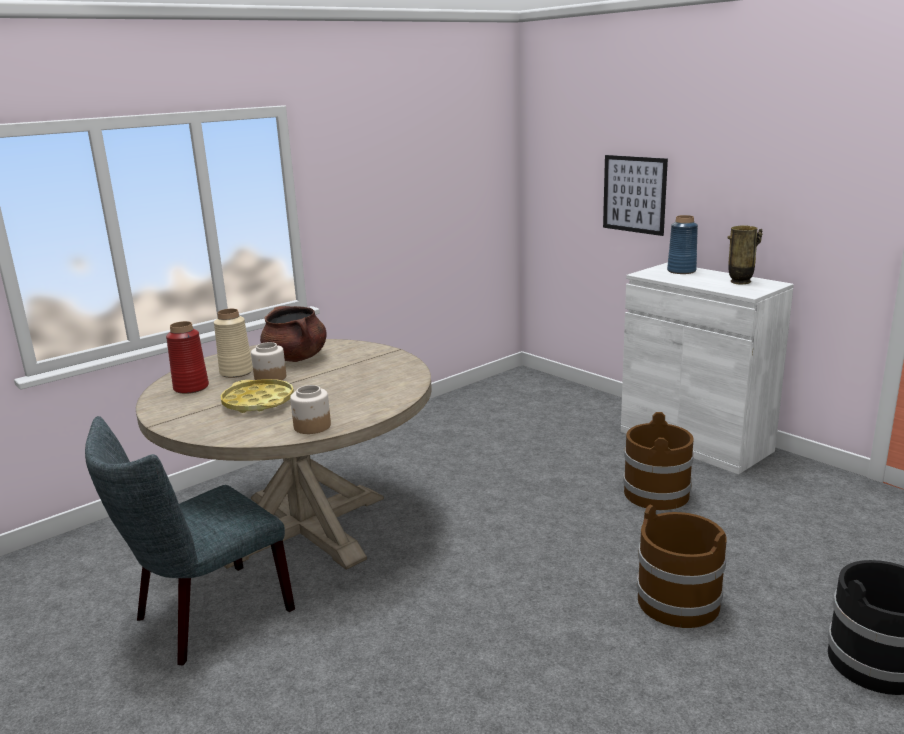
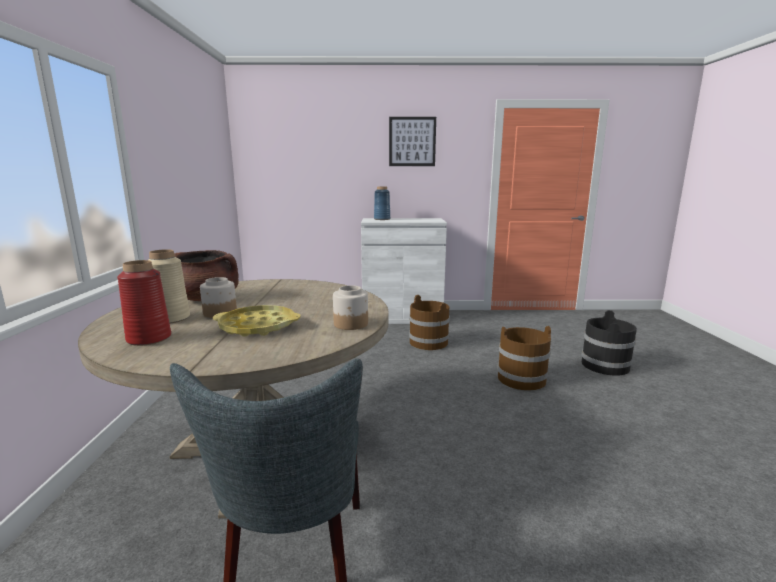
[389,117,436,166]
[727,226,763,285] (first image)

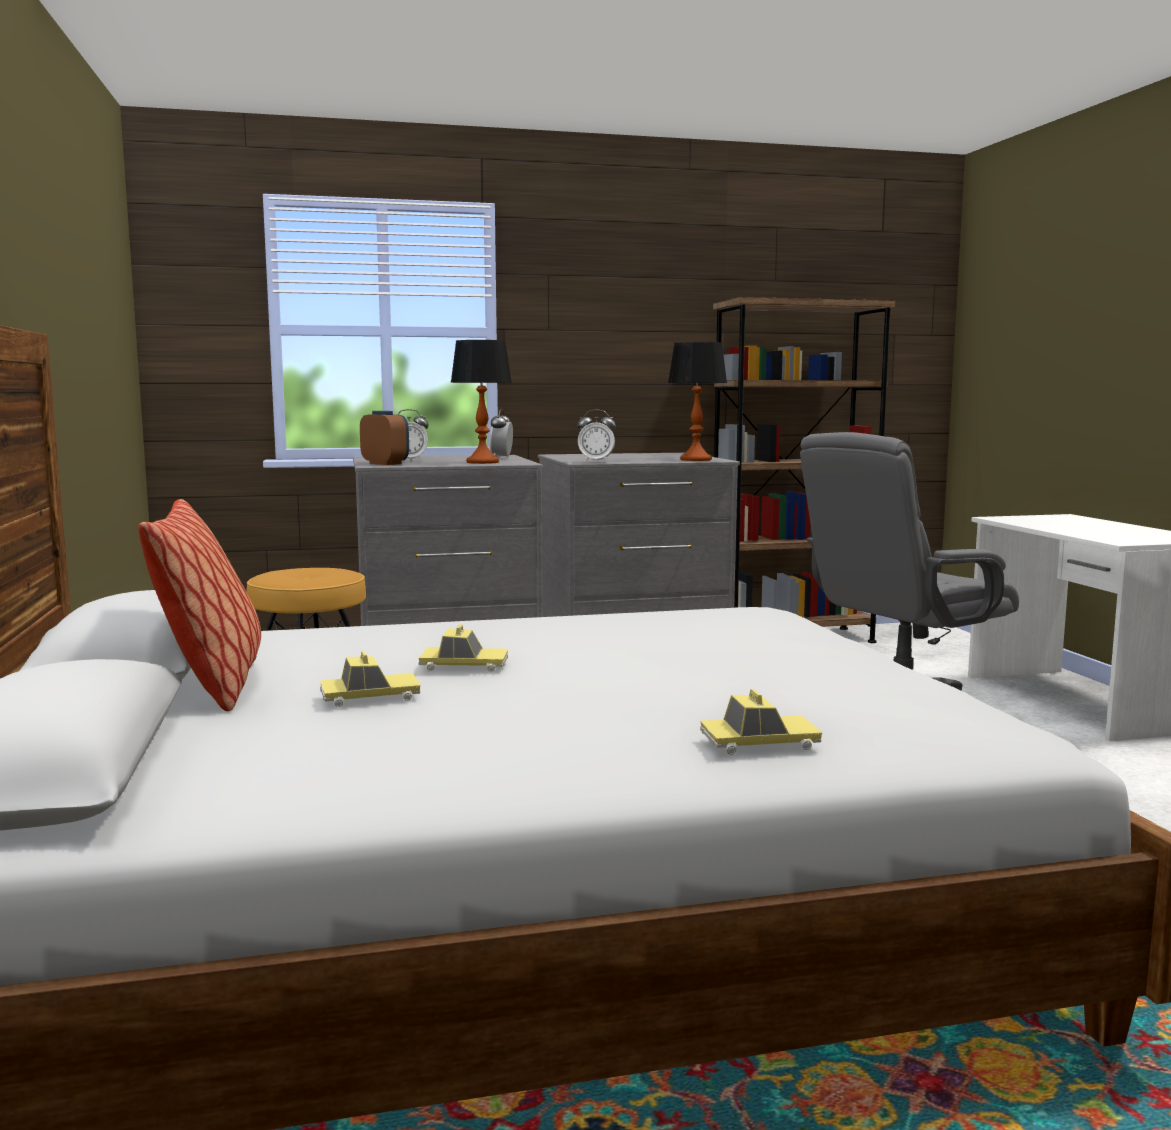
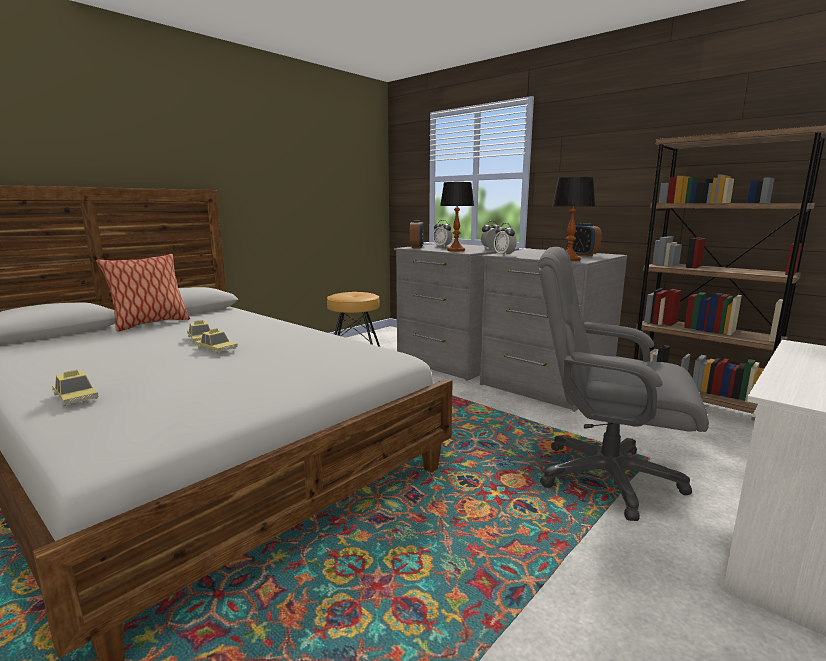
[195,328,238,353]
[566,223,602,257]

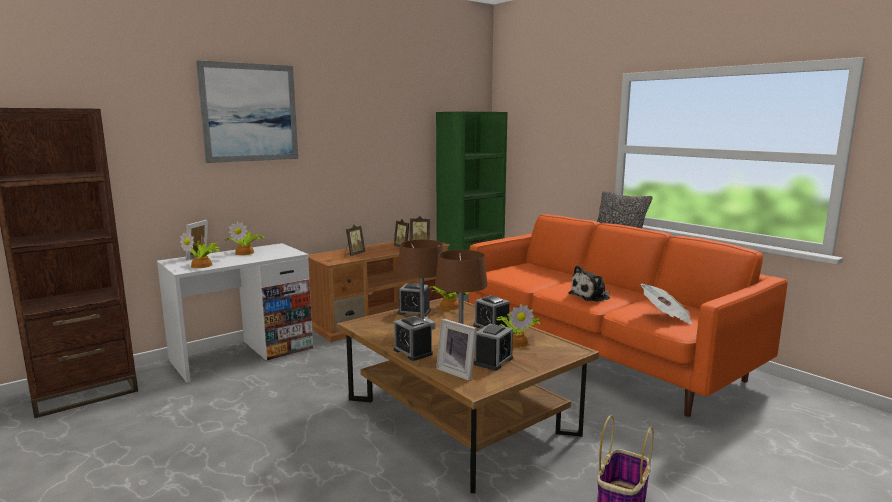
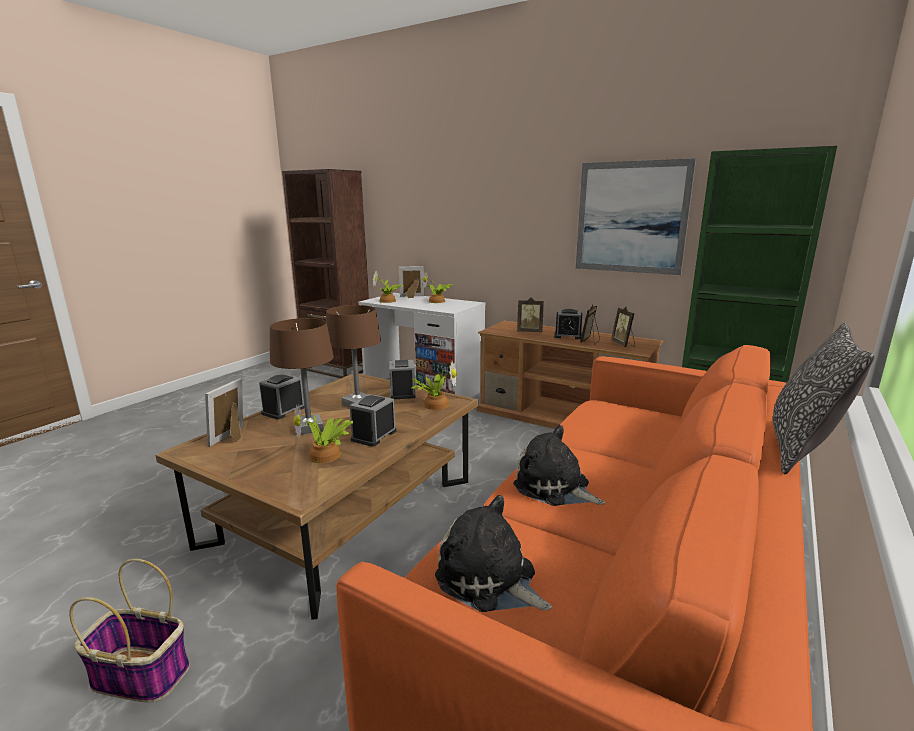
[576,158,696,275]
[435,495,552,612]
[554,309,582,339]

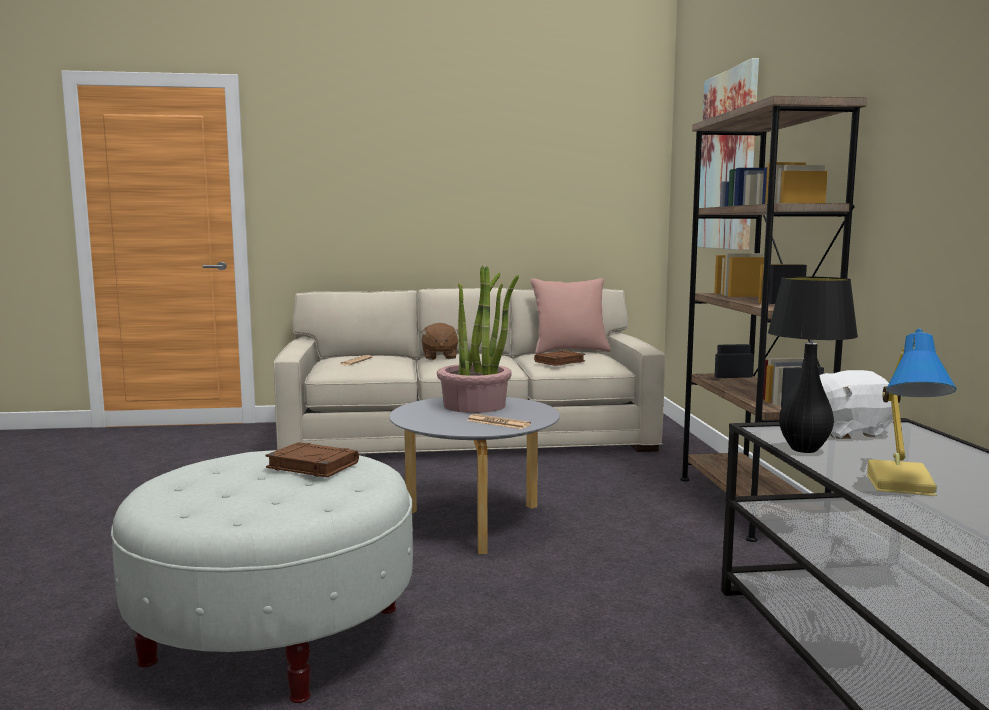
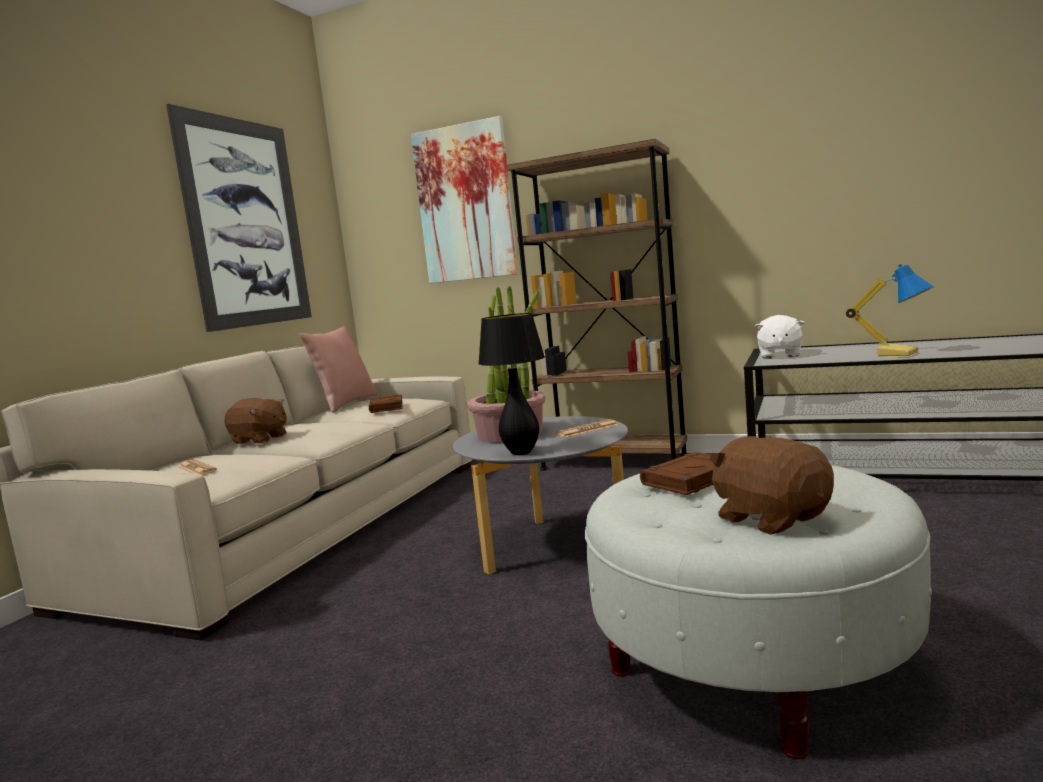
[478,313,545,455]
[166,104,312,332]
[709,436,834,535]

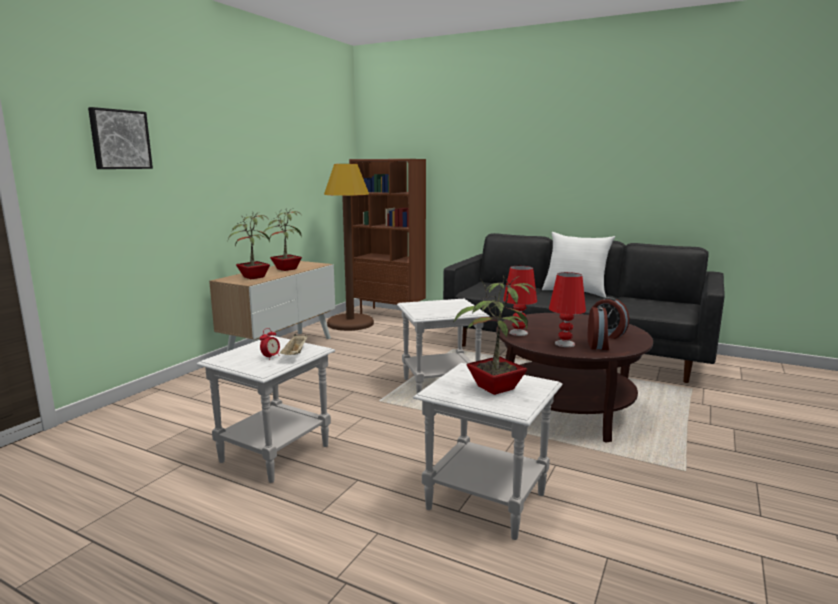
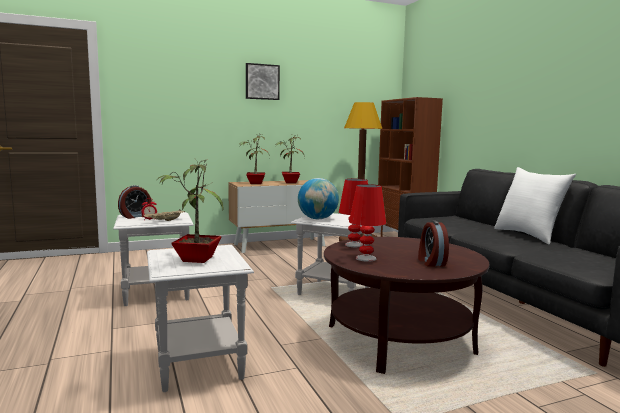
[246,63,280,100]
[118,185,152,219]
[298,178,339,219]

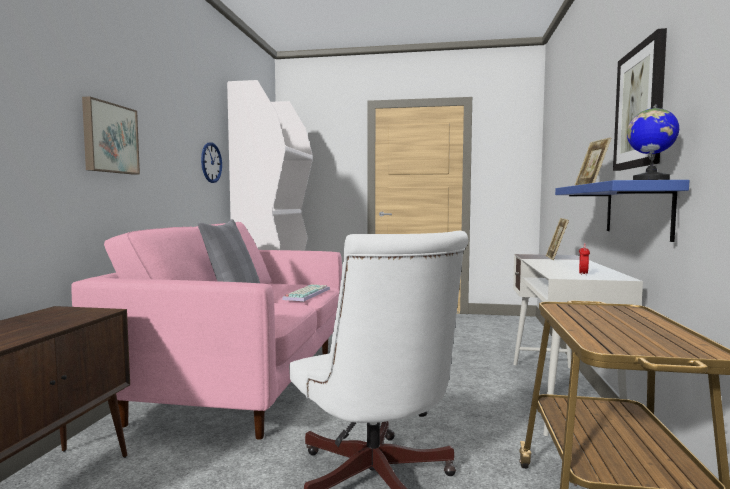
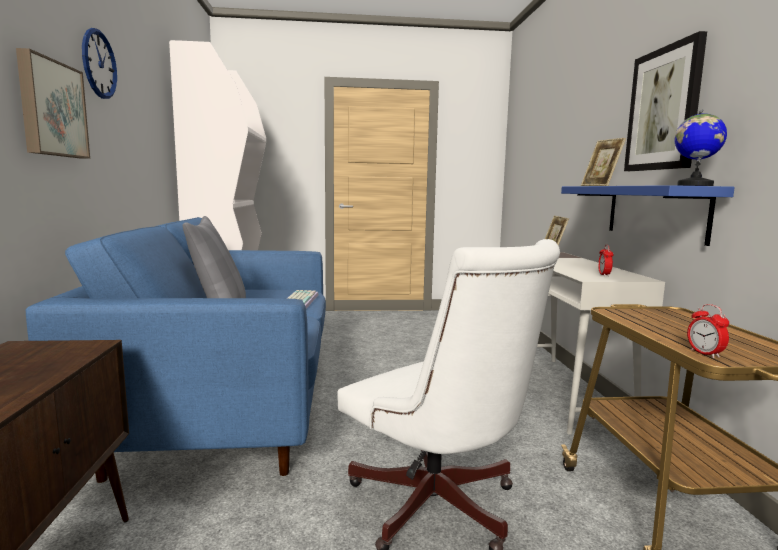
[82,28,117,99]
[26,217,326,483]
[687,304,729,358]

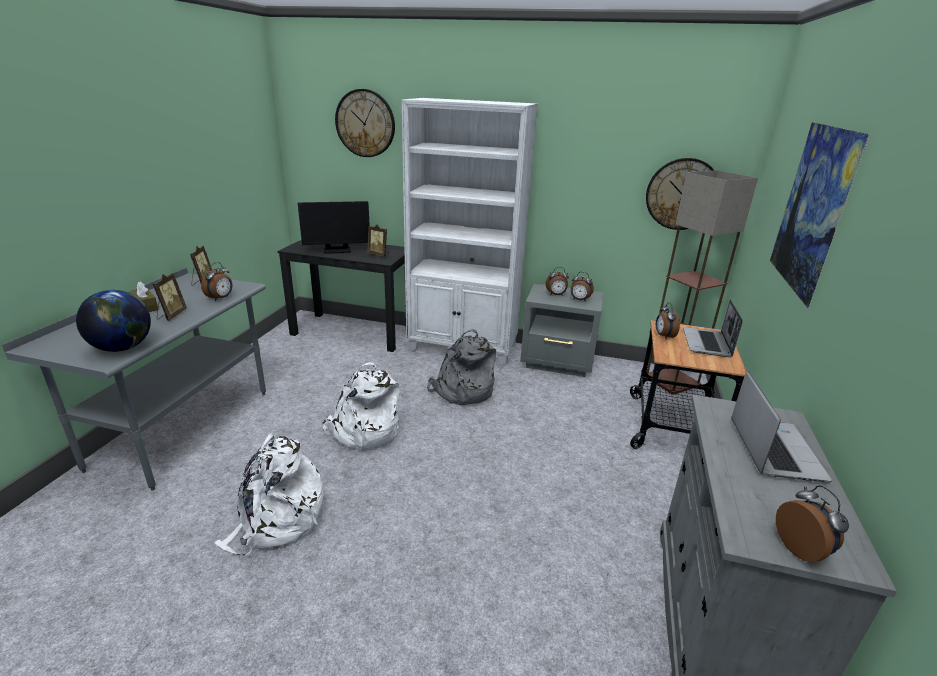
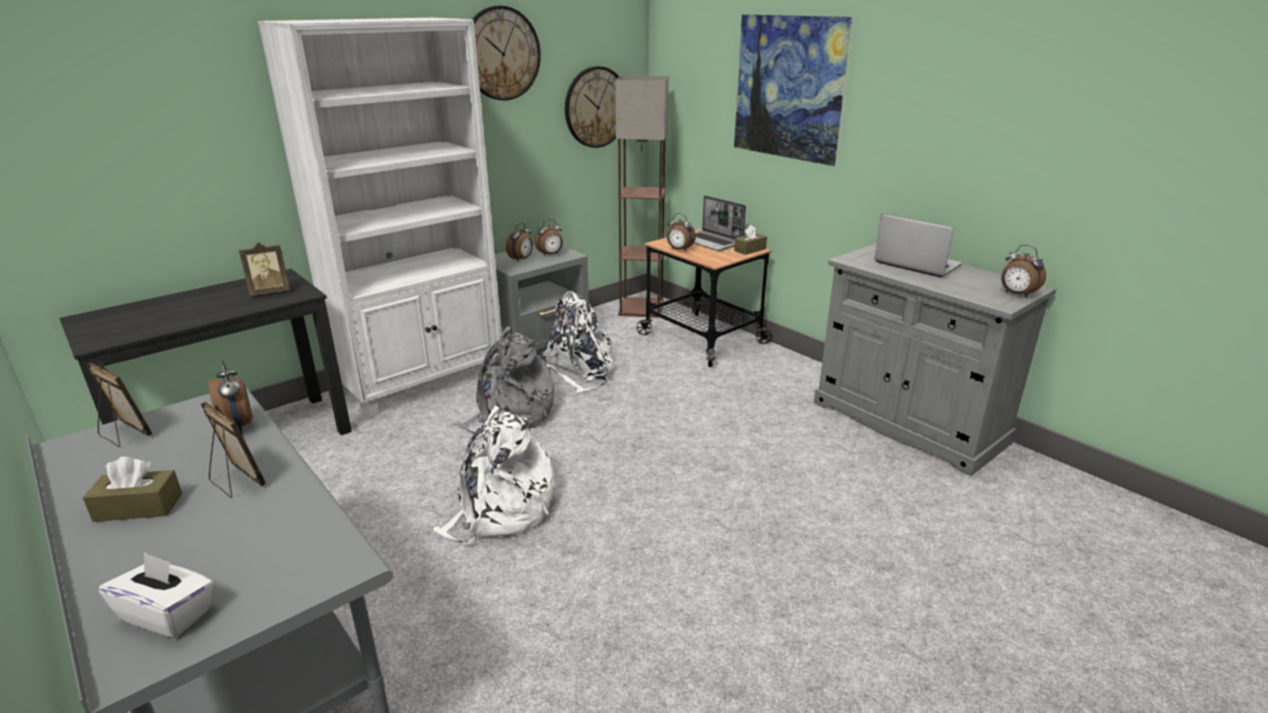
[473,6,541,100]
[298,201,370,254] (first image)
[76,290,151,352] (first image)
[540,291,615,393]
[1001,245,1046,298]
[734,225,767,255]
[99,552,213,638]

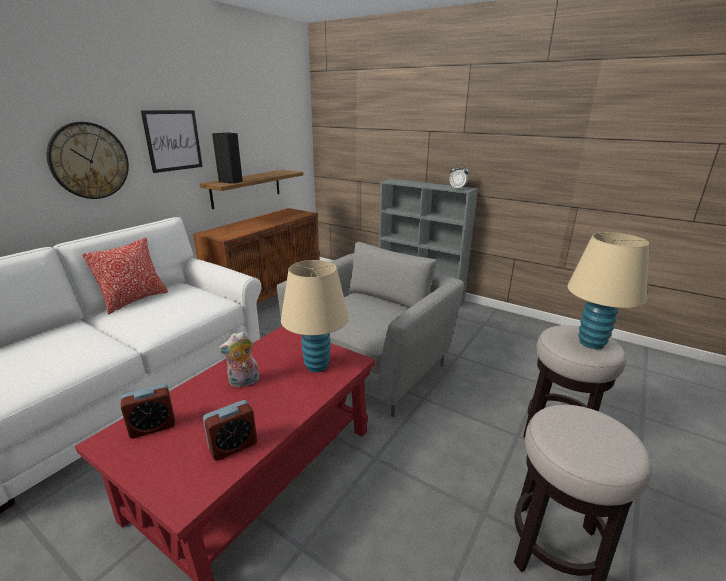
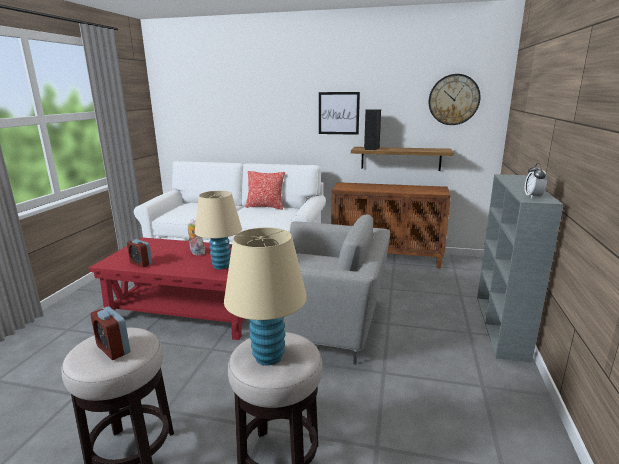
[429,74,480,125]
[90,307,131,360]

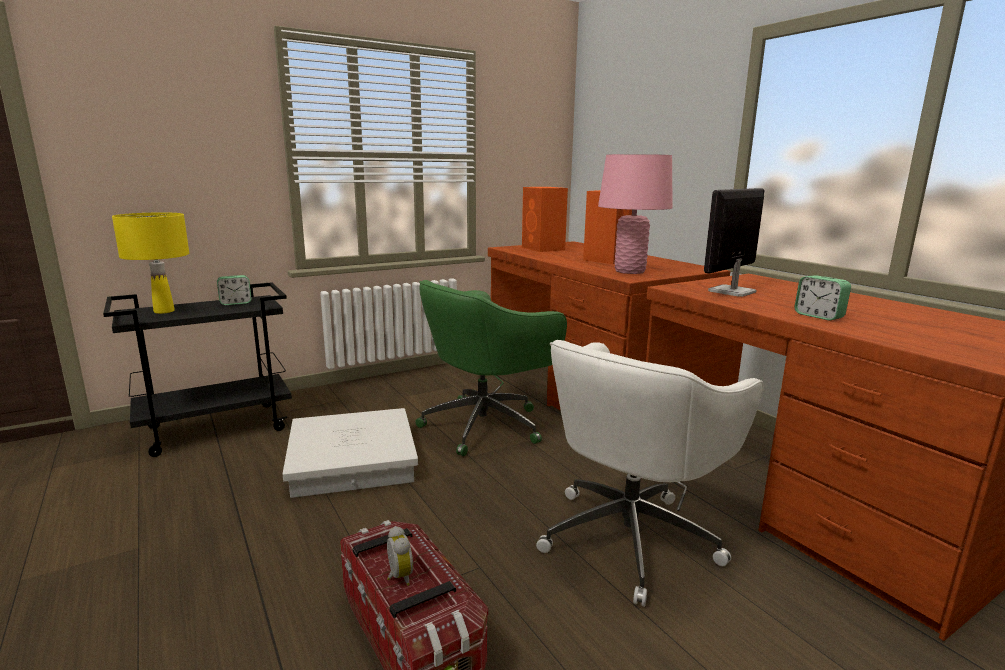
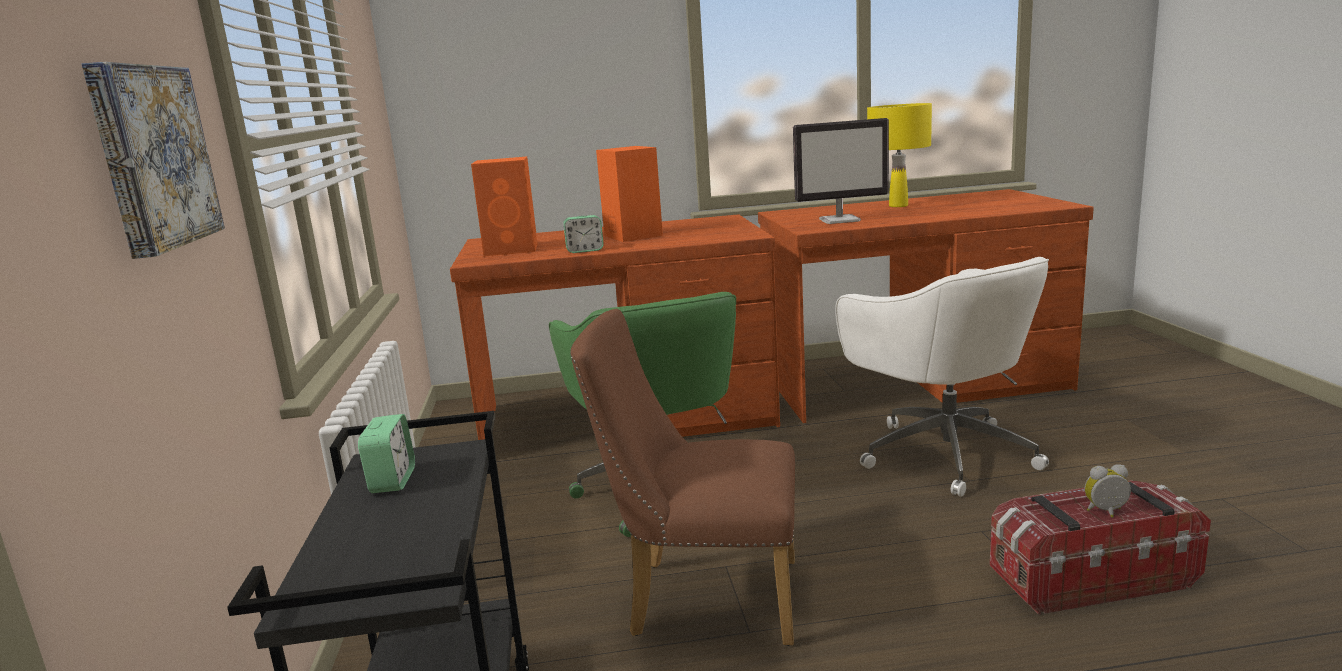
[598,154,673,274] (first image)
[793,118,889,224]
[867,103,932,207]
[563,215,604,253]
[570,309,795,646]
[82,62,225,259]

